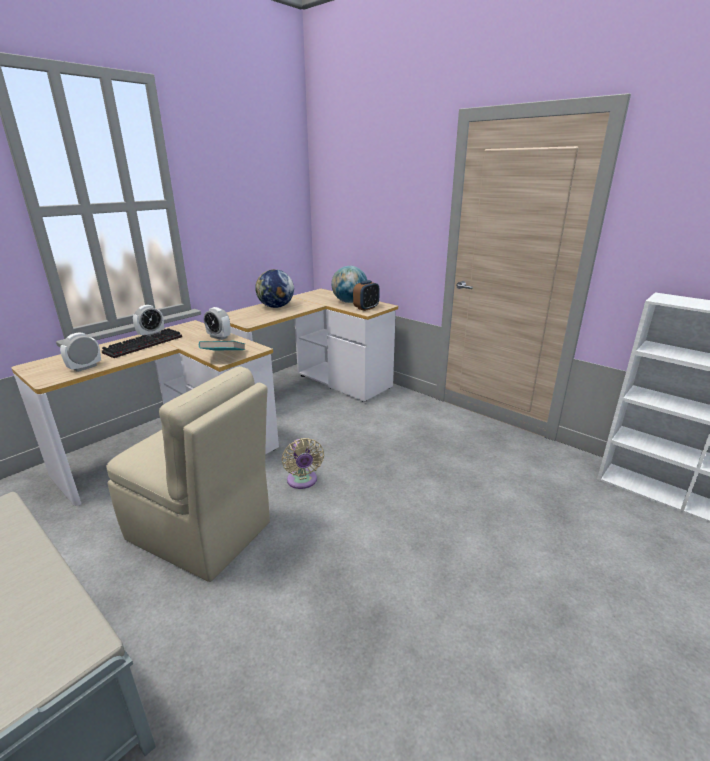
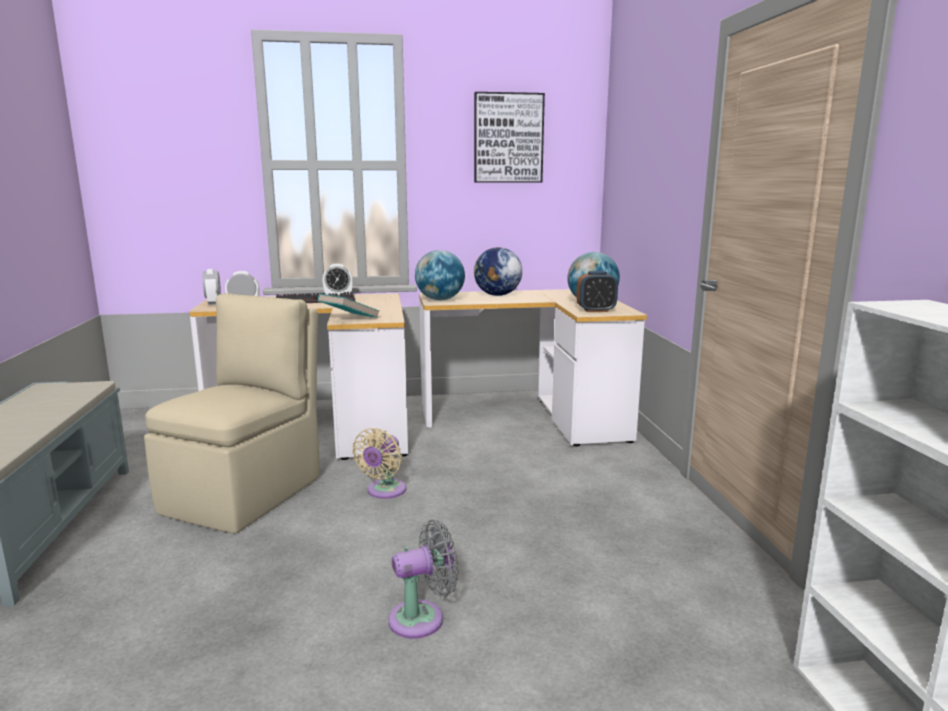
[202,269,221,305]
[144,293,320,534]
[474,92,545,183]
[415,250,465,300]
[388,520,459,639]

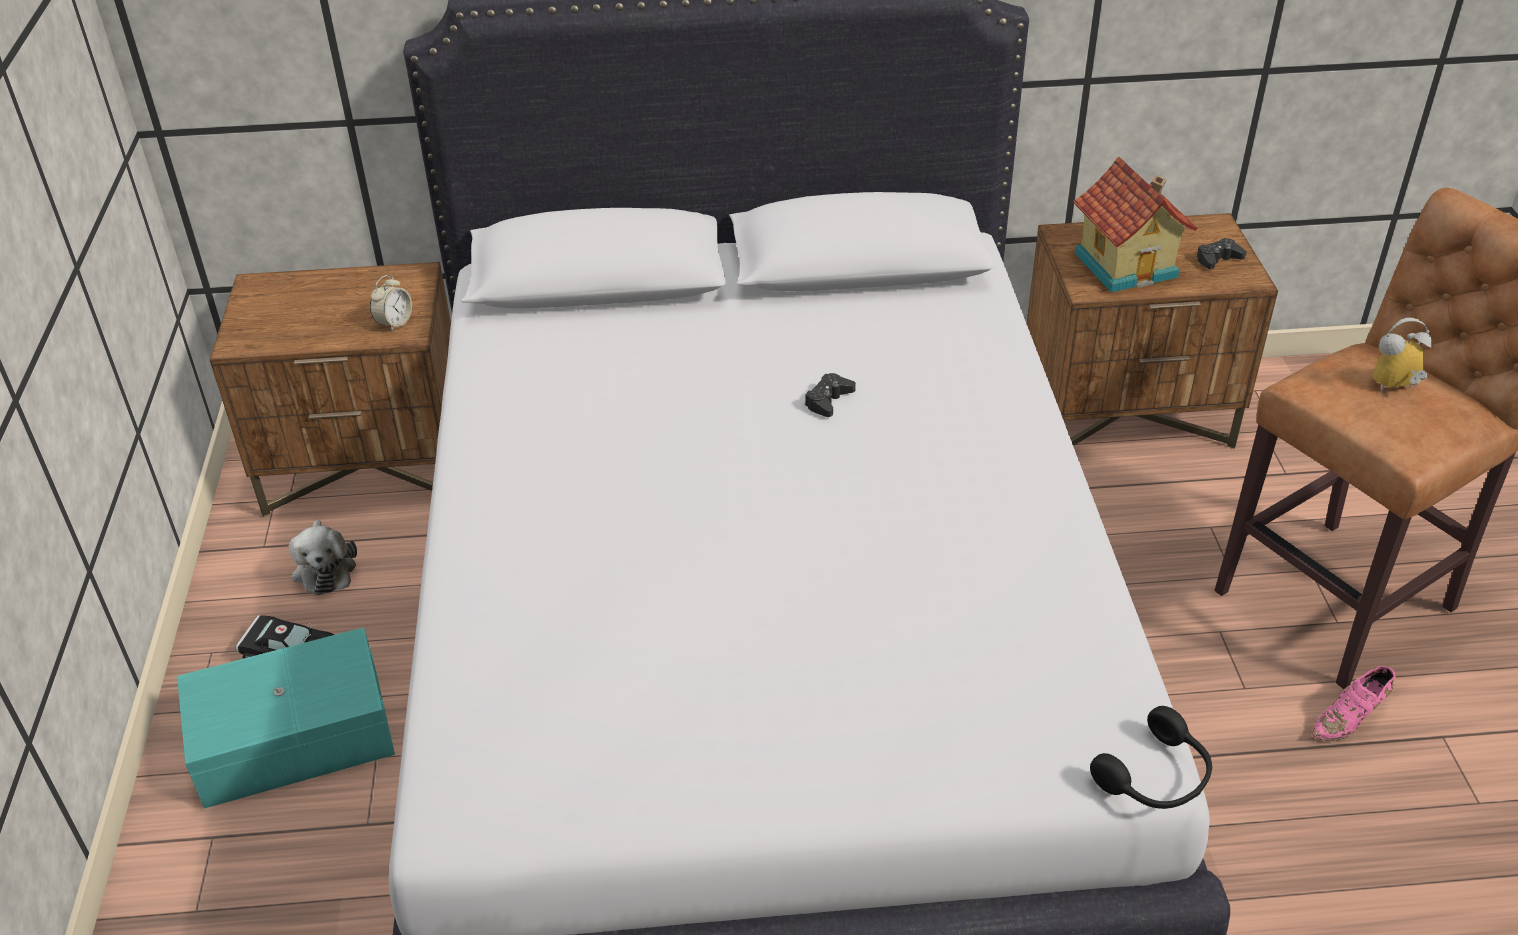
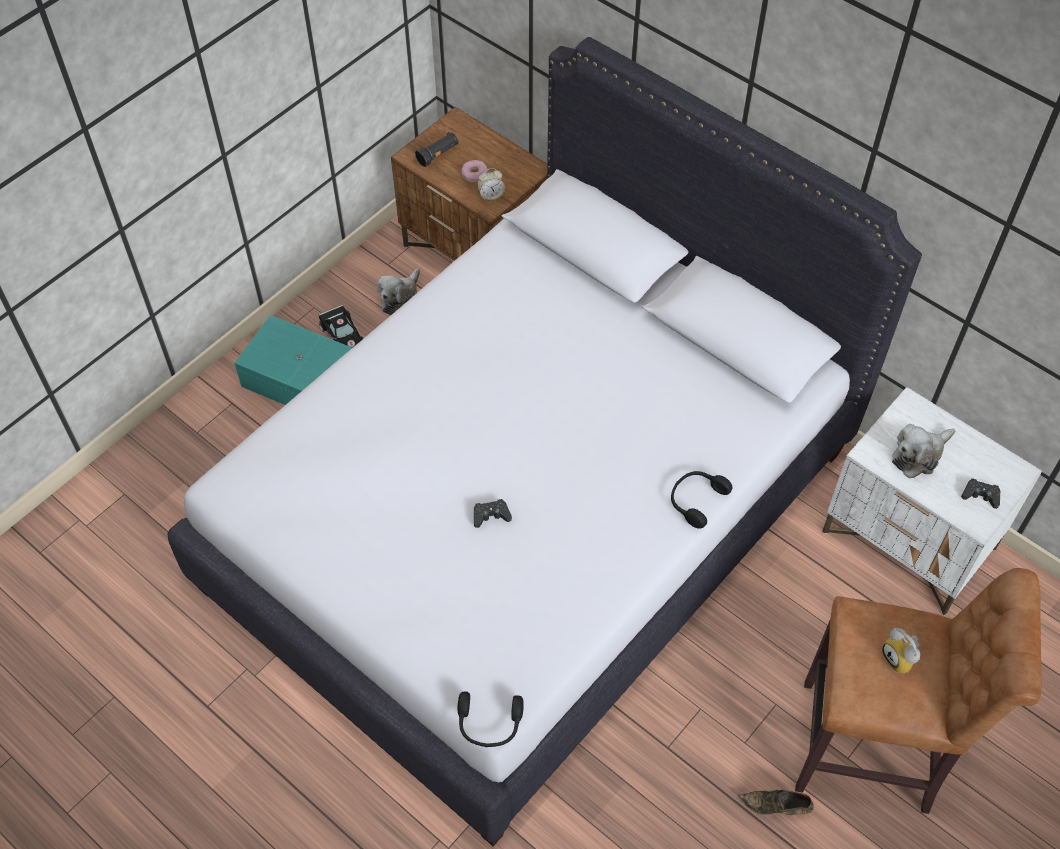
[892,424,955,478]
[822,387,1042,616]
[882,628,920,673]
[474,499,512,528]
[738,790,814,815]
[415,132,459,167]
[461,160,488,183]
[671,471,732,529]

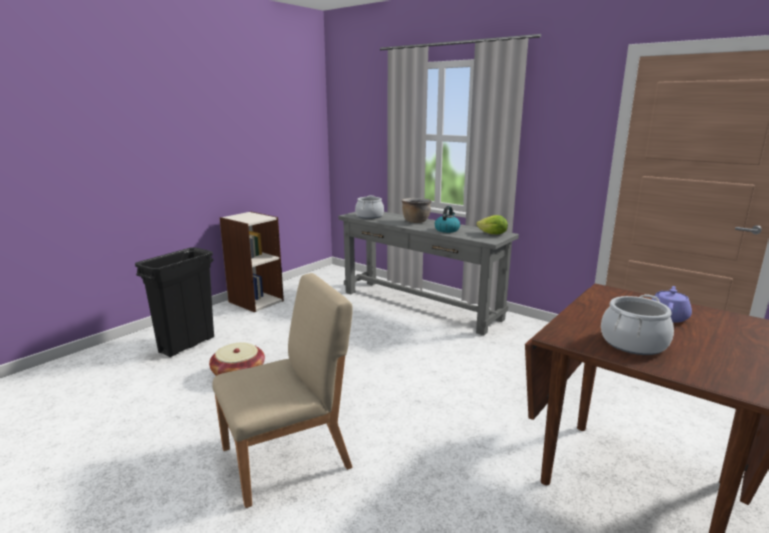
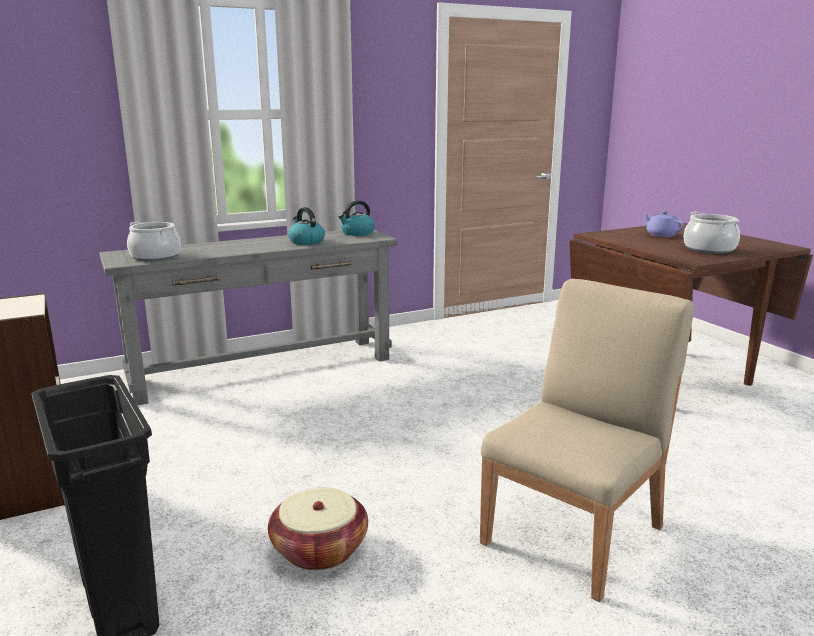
[401,198,431,223] (first image)
[338,200,375,236]
[480,279,694,602]

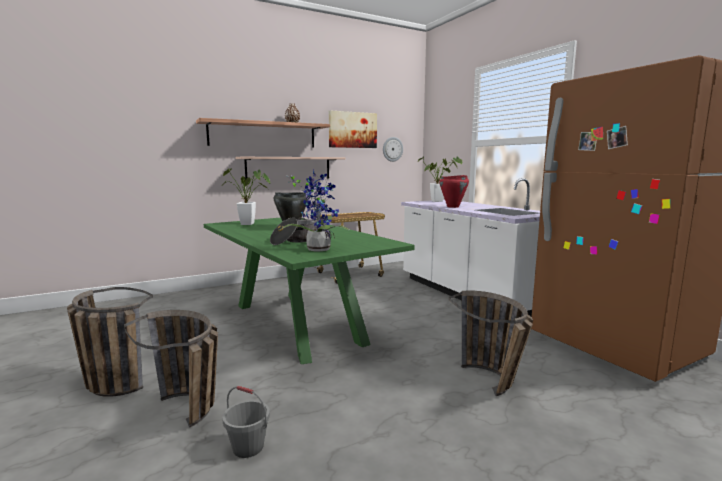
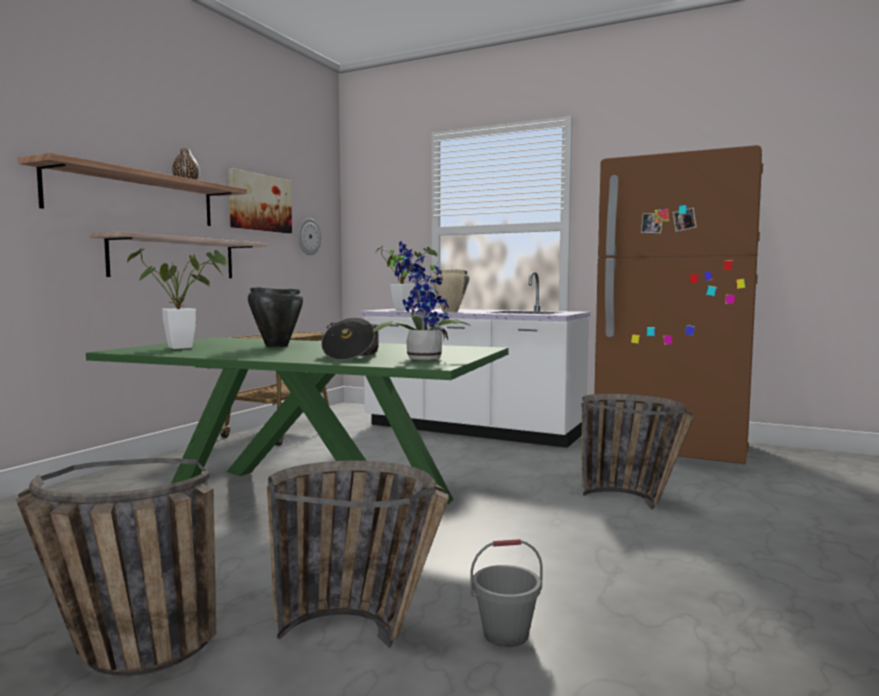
[431,269,469,312]

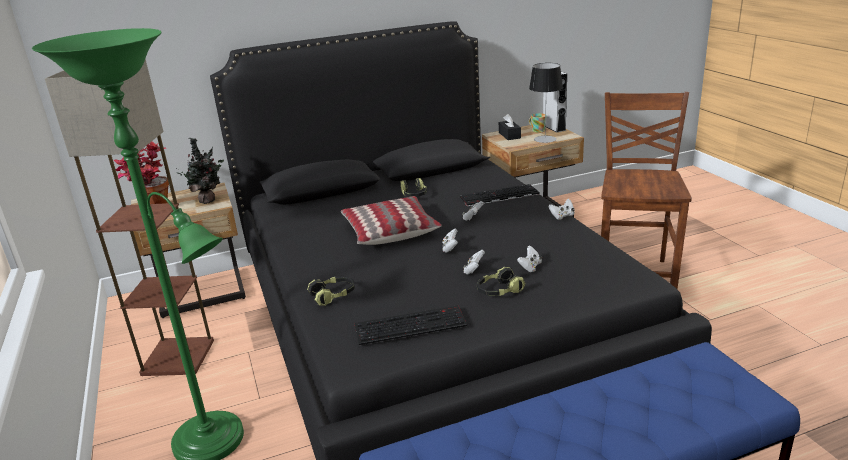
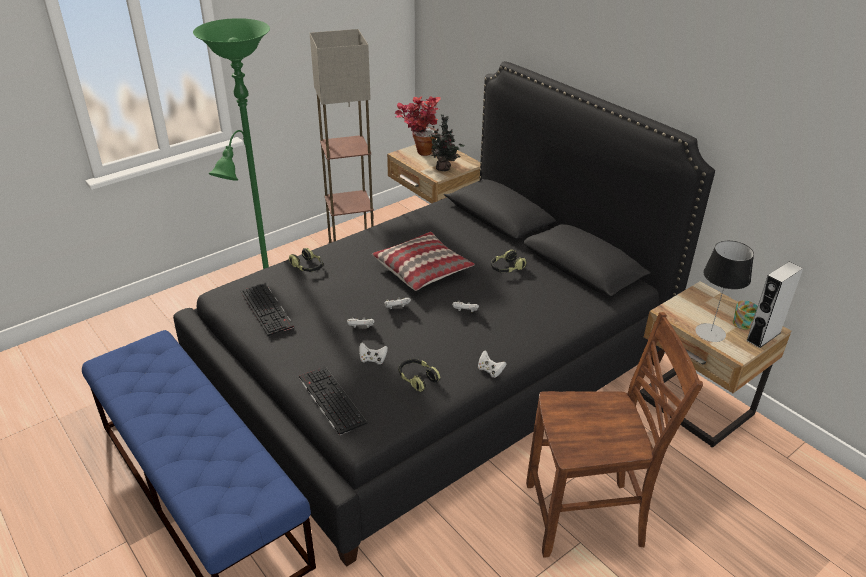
[499,114,521,140] (first image)
[299,367,368,436]
[398,359,441,392]

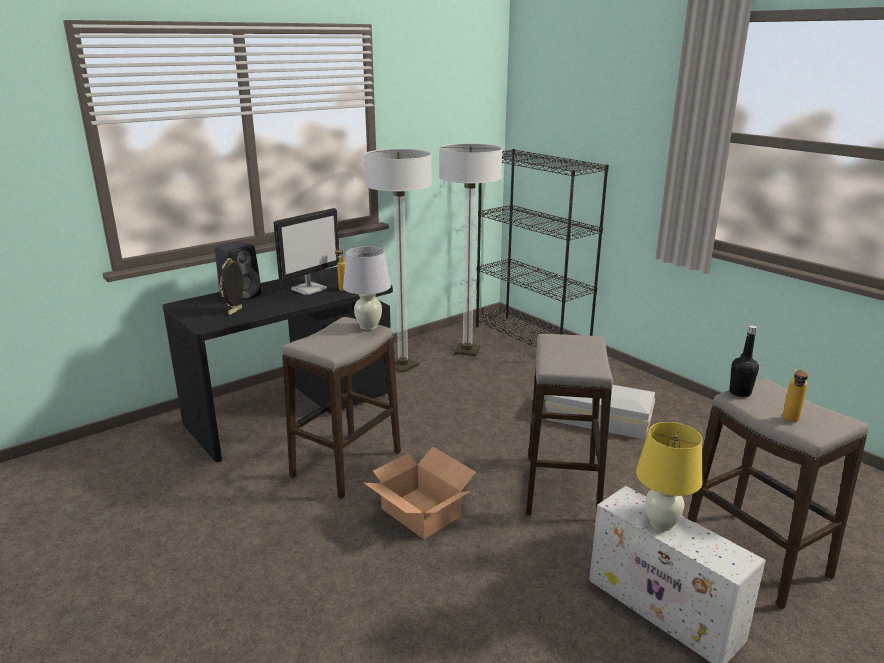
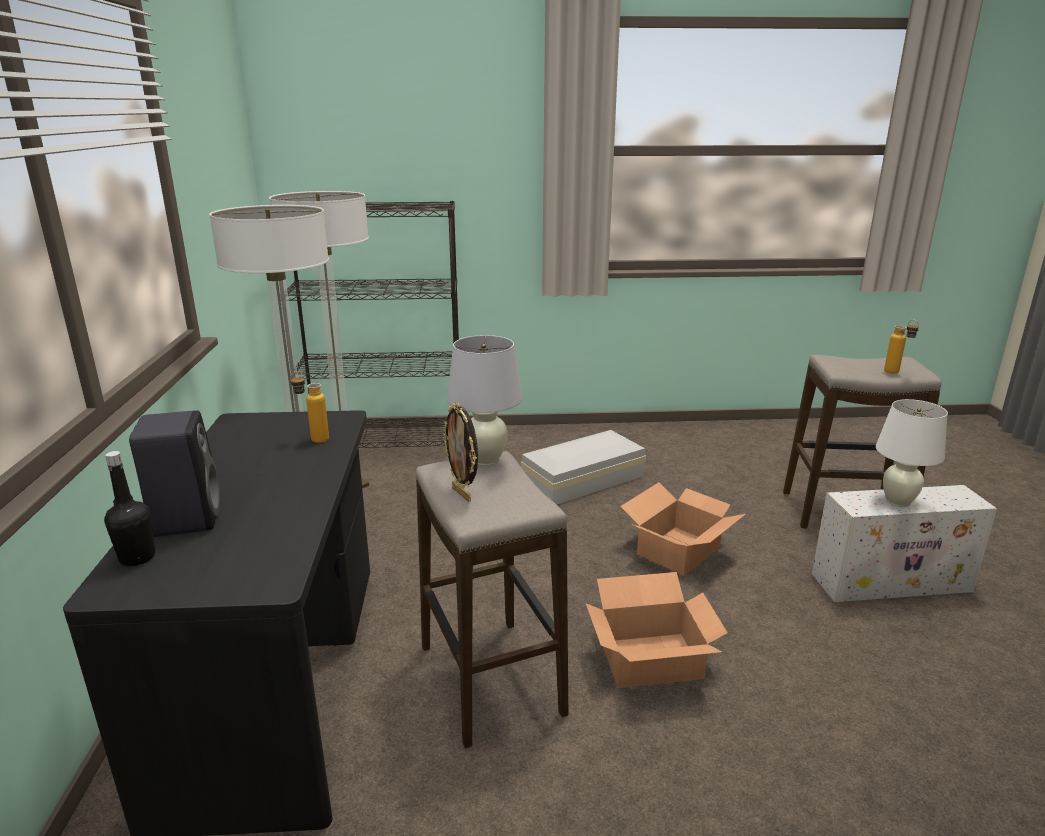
[274,208,339,295] (first image)
[443,402,478,502]
[104,451,155,566]
[620,482,746,576]
[876,399,948,507]

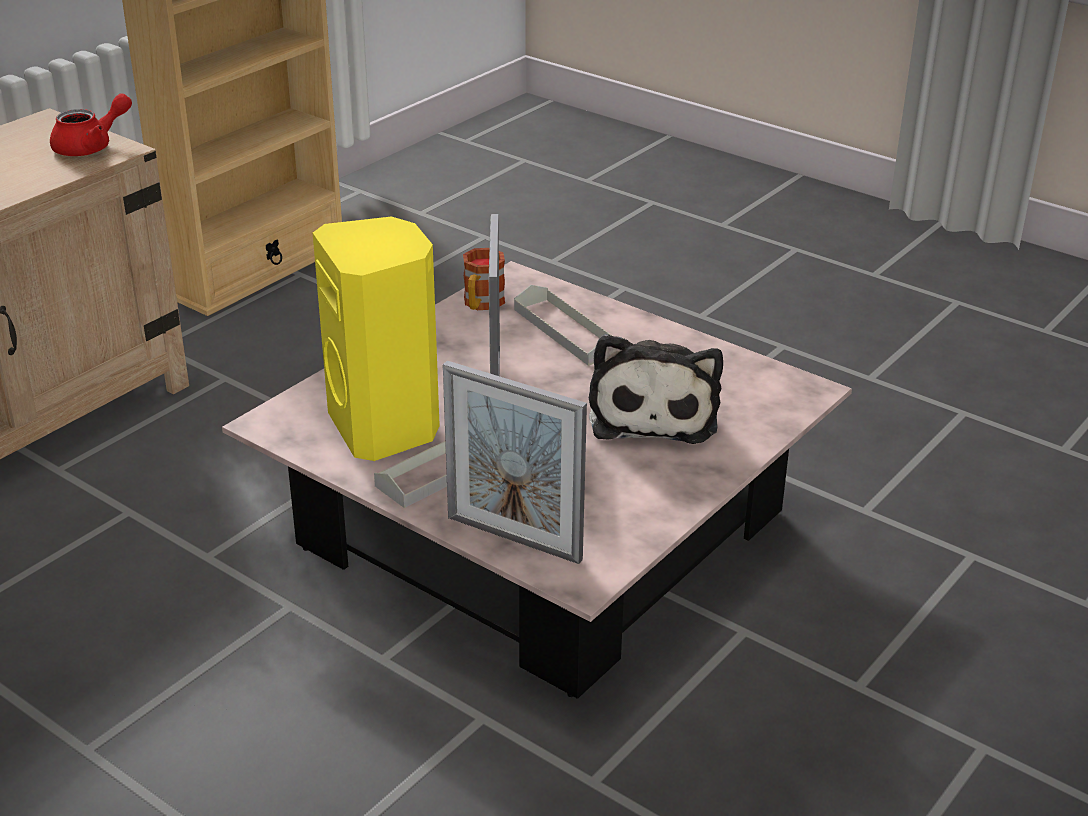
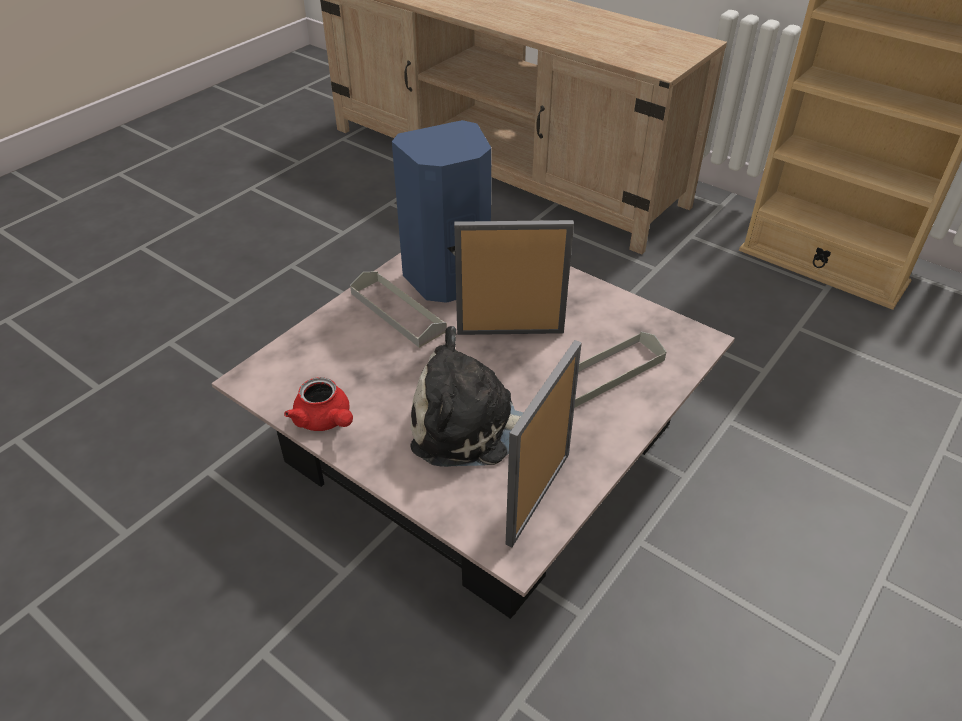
[284,377,353,431]
[392,120,492,303]
[463,248,505,310] (first image)
[506,340,582,547]

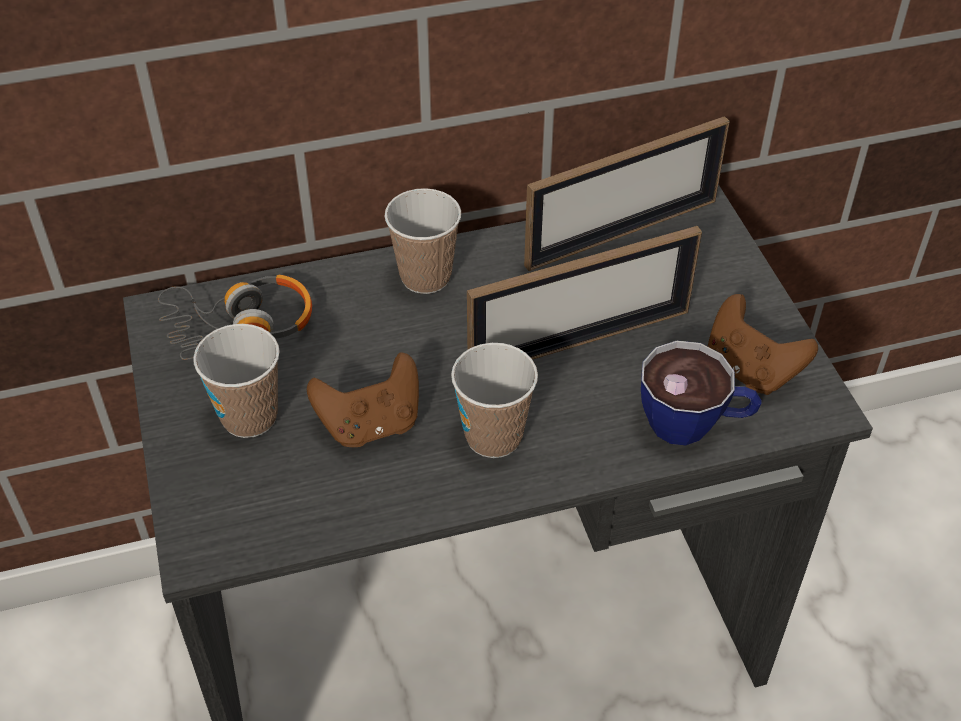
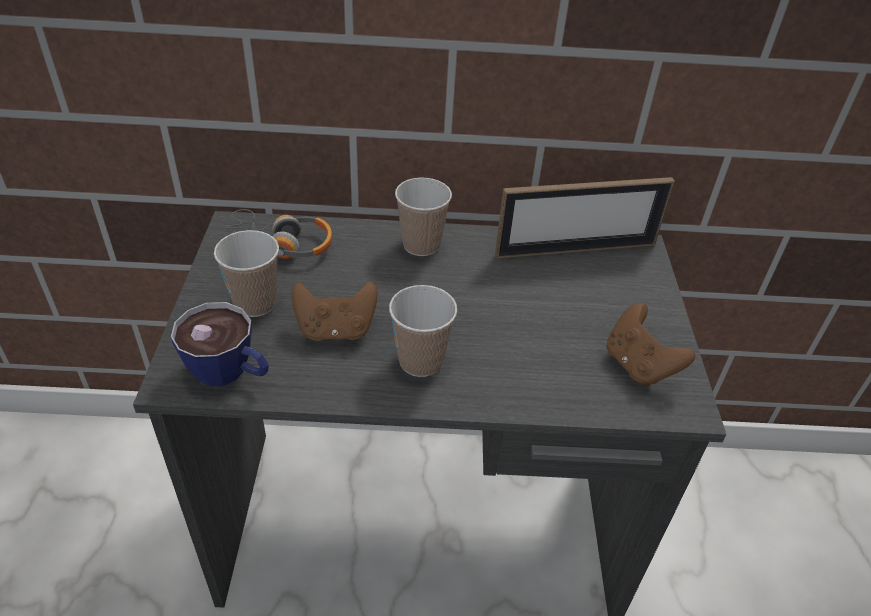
[467,226,702,360] (first image)
[171,302,269,386]

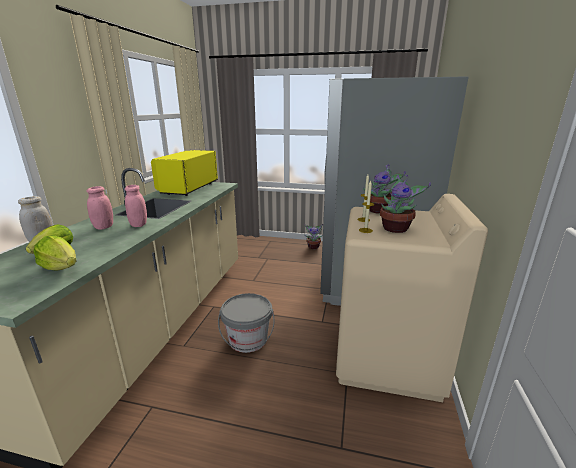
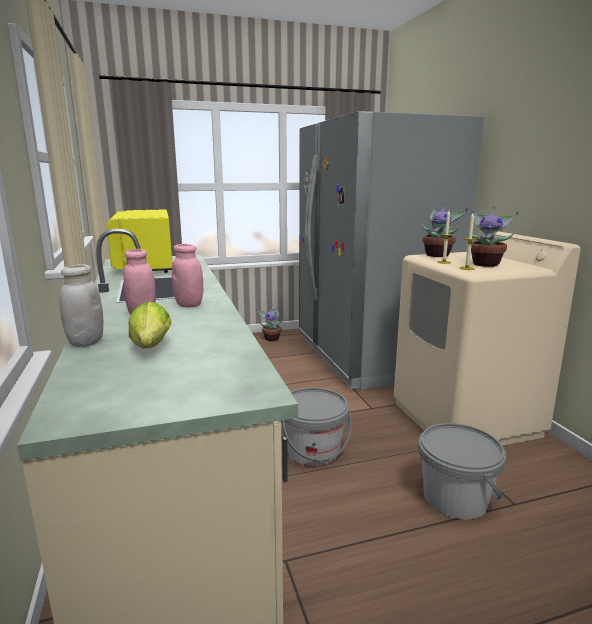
[33,235,76,270] (first image)
[418,423,506,519]

